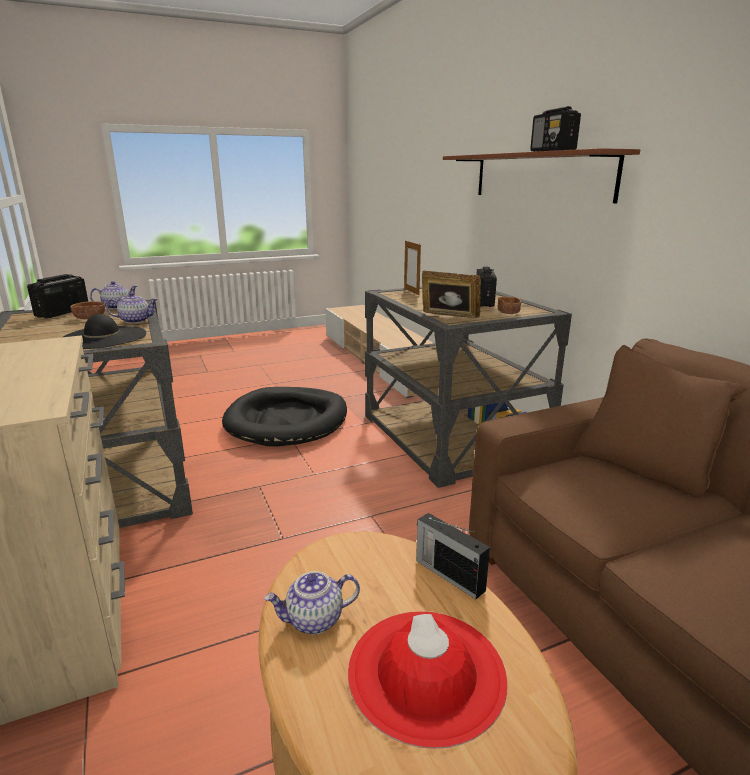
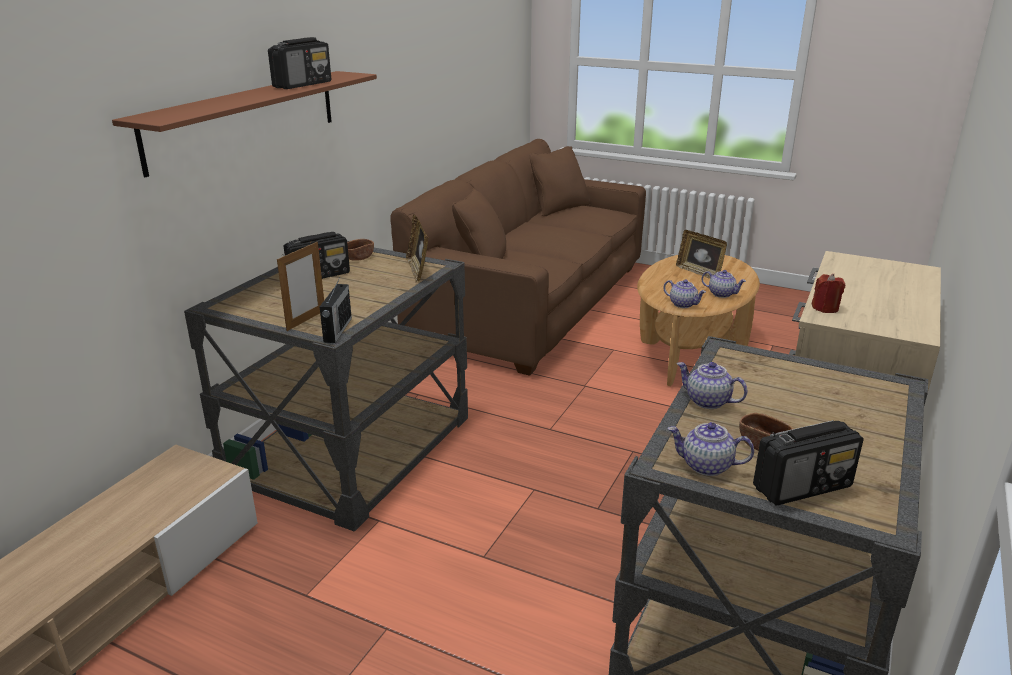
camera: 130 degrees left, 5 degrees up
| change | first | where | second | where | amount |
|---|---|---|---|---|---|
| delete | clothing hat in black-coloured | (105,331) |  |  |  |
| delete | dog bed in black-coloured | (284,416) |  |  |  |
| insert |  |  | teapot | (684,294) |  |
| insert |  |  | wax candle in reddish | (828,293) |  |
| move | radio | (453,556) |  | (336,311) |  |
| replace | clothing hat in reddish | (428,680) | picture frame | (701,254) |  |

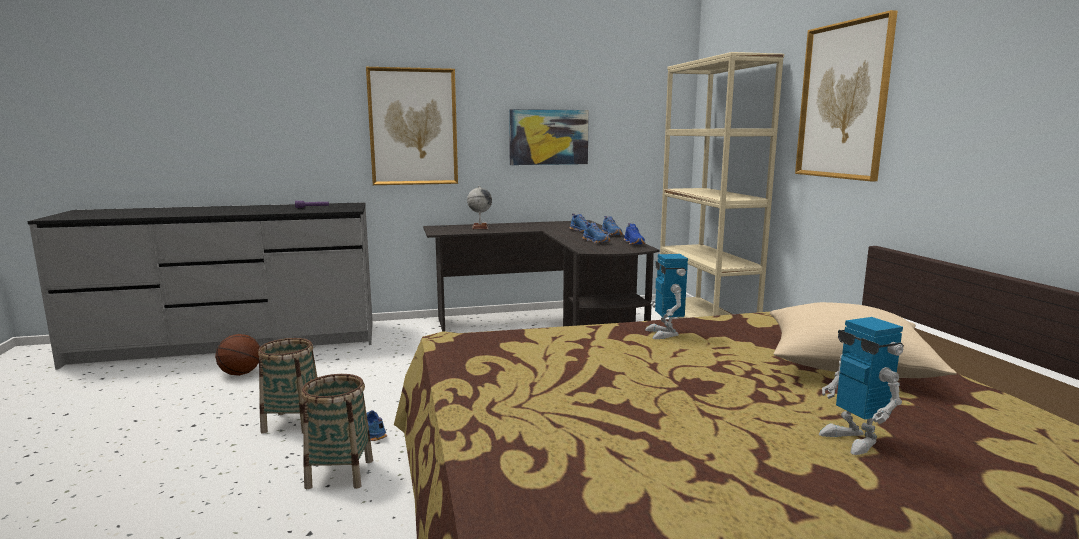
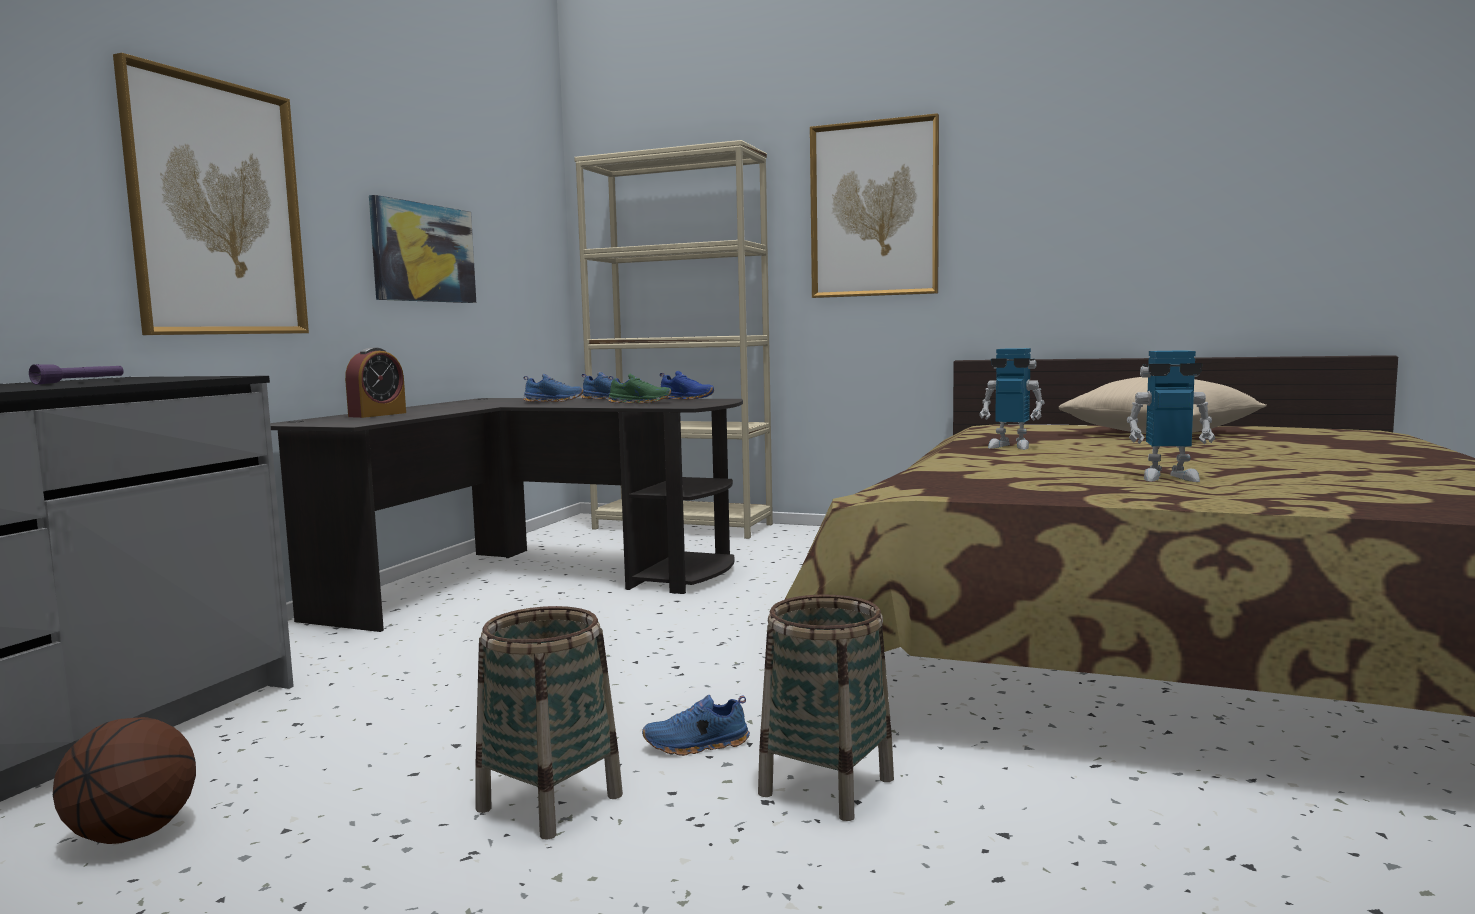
camera: 55 degrees left, 5 degrees down
| change | first | where | second | where | amount |
|---|---|---|---|---|---|
| move | toy robot | (861,386) |  | (1171,416) |  |
| replace | world globe | (479,207) | table clock | (375,382) |  |
| recolor | shoe in bluish | (596,232) | shoe in greenish | (639,388) |  |

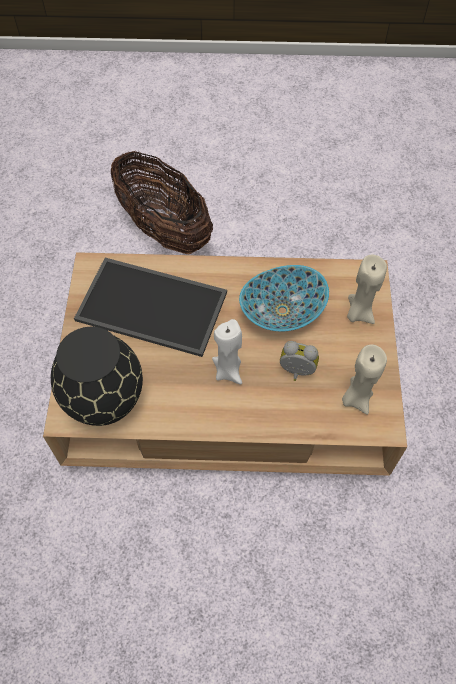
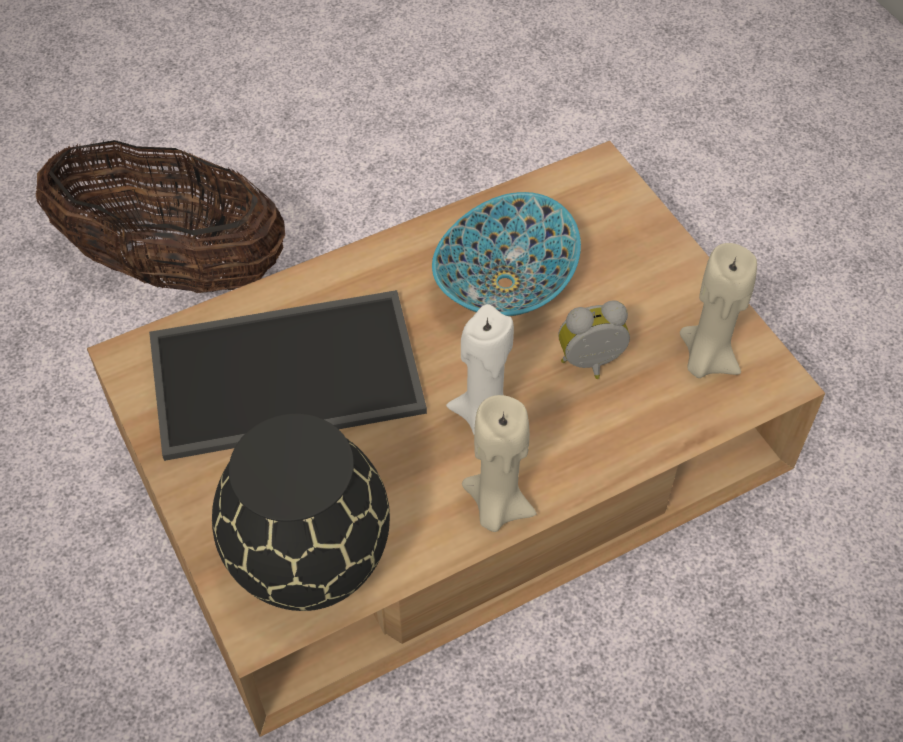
camera: 30 degrees left, 5 degrees down
| change | first | where | second | where | amount |
|---|---|---|---|---|---|
| move | wax candle in beige-coloured | (367,289) |  | (499,463) |  |

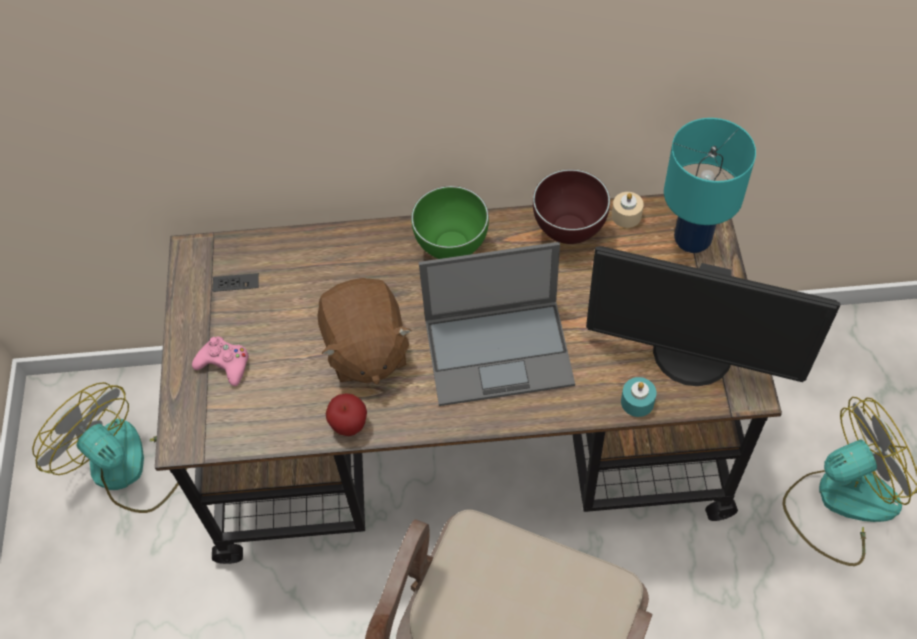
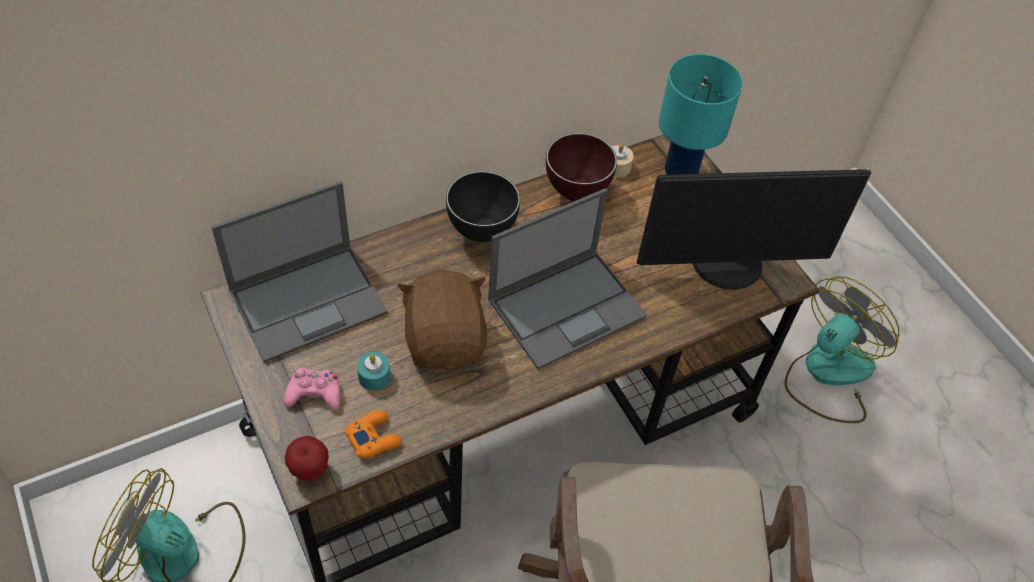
camera: 30 degrees left, 5 degrees down
| change | first | where | second | where | amount |
|---|---|---|---|---|---|
| insert |  |  | notebook computer | (299,272) |  |
| insert |  |  | game controller in orangey | (373,434) |  |
| move | apple | (346,414) |  | (307,458) |  |
| move | wax candle in blue-green | (639,397) |  | (374,371) |  |
| recolor | deep dish in greenish | (450,222) | deep dish in black-coloured | (483,206) |  |
| rotate | cuddly toy in brown-coloured | (364,331) |  | (442,320) | 150 degrees counterclockwise |

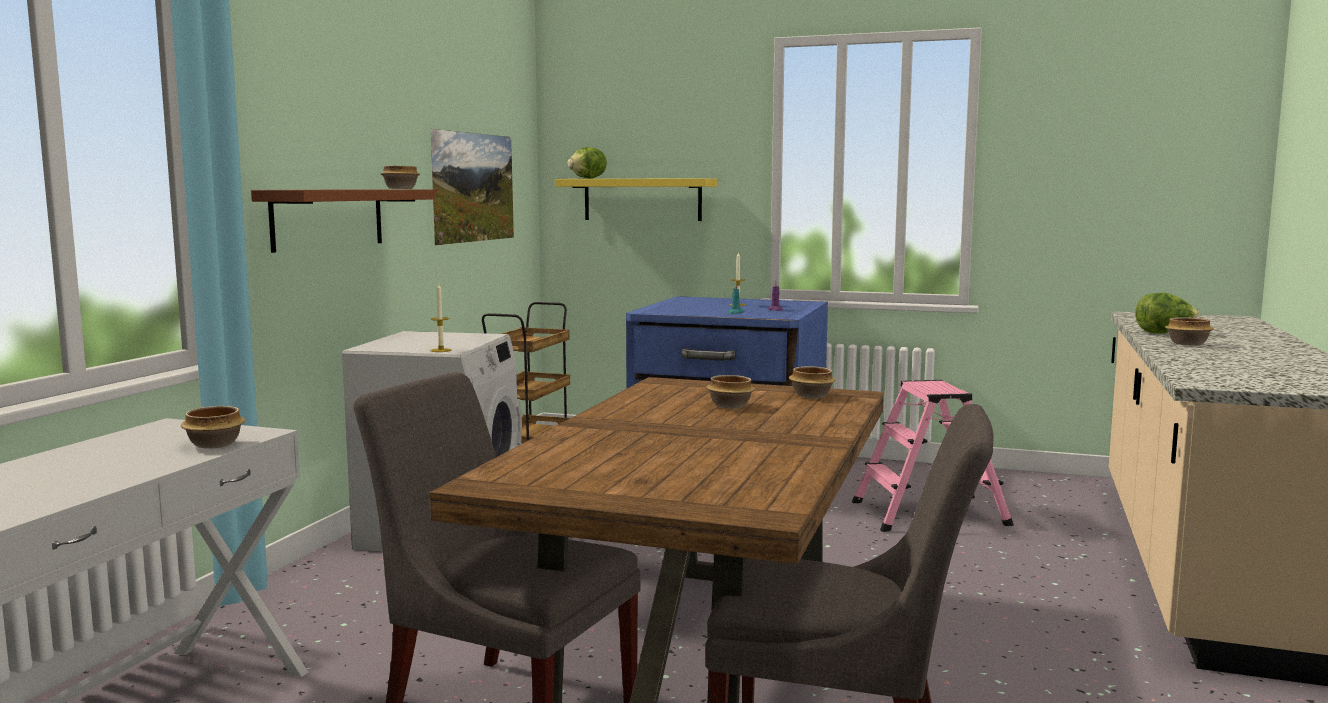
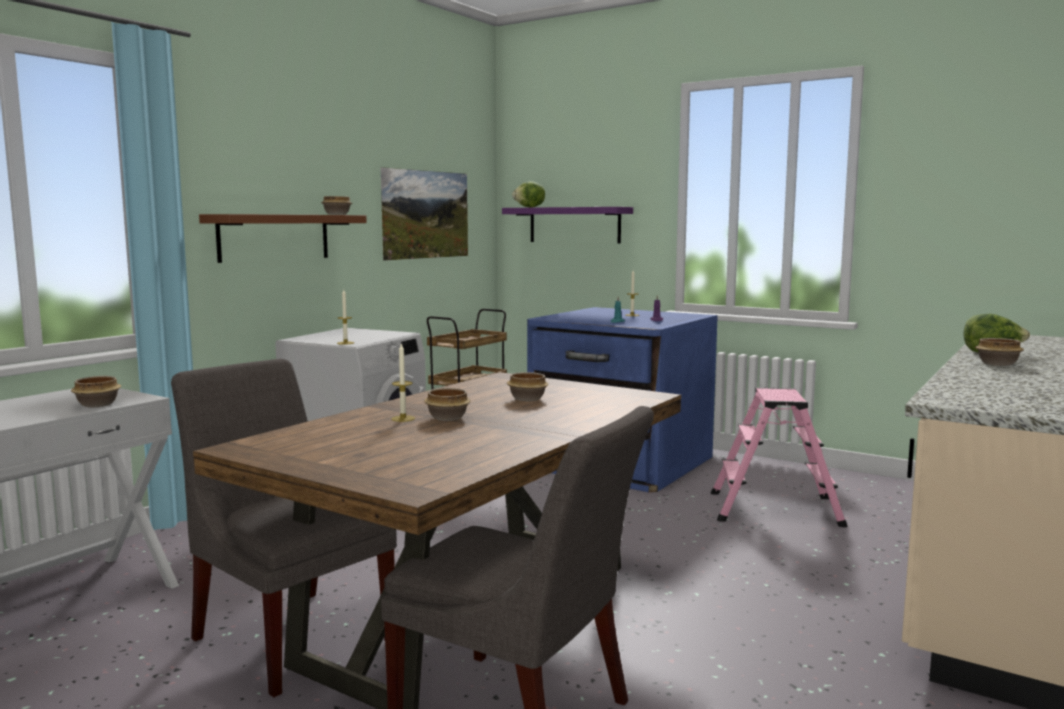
camera: 15 degrees right, 0 degrees up
| change | first | where | second | where | amount |
|---|---|---|---|---|---|
| insert |  |  | wax candle | (403,383) |  |
| move | deep dish | (812,382) |  | (447,404) |  |
| recolor | shelf in yellow-coloured | (636,199) | shelf in purple-coloured | (567,225) |  |

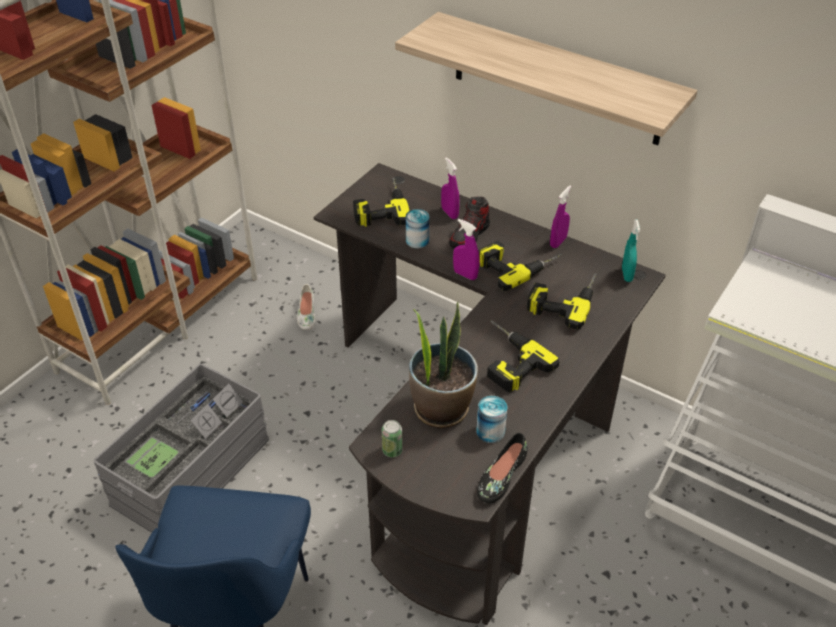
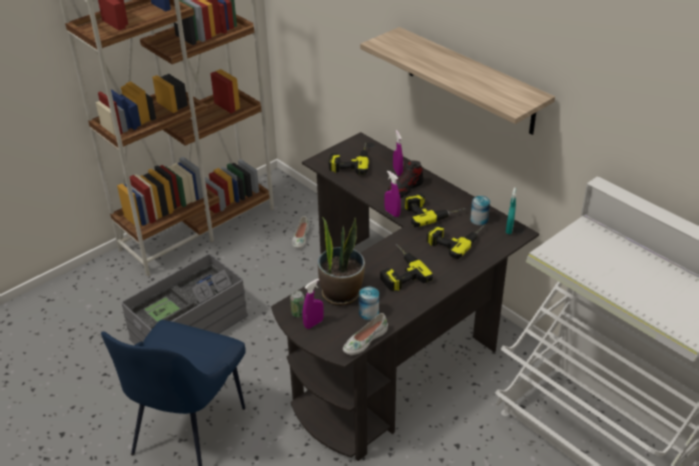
camera: 15 degrees right, 5 degrees down
| change | first | where | second | where | amount |
|---|---|---|---|---|---|
| move | metal can | (417,228) |  | (480,210) |  |
| move | spray bottle in purple-coloured | (560,217) |  | (313,303) |  |
| recolor | shoe in black-coloured | (502,468) | shoe in whitish | (365,334) |  |

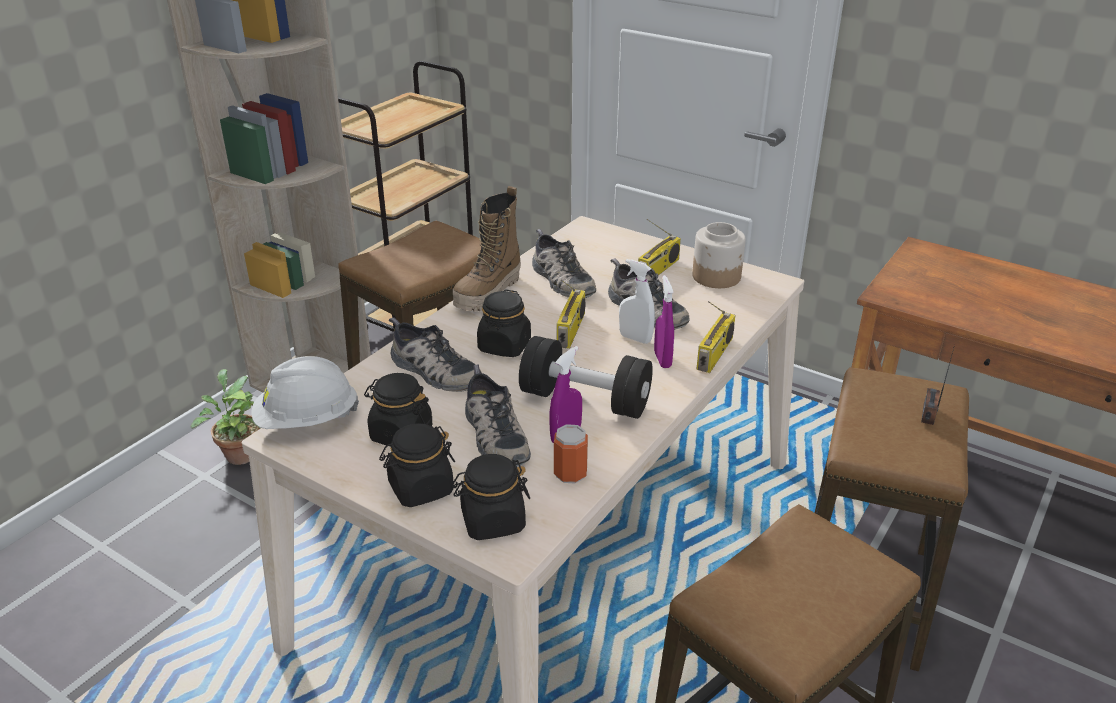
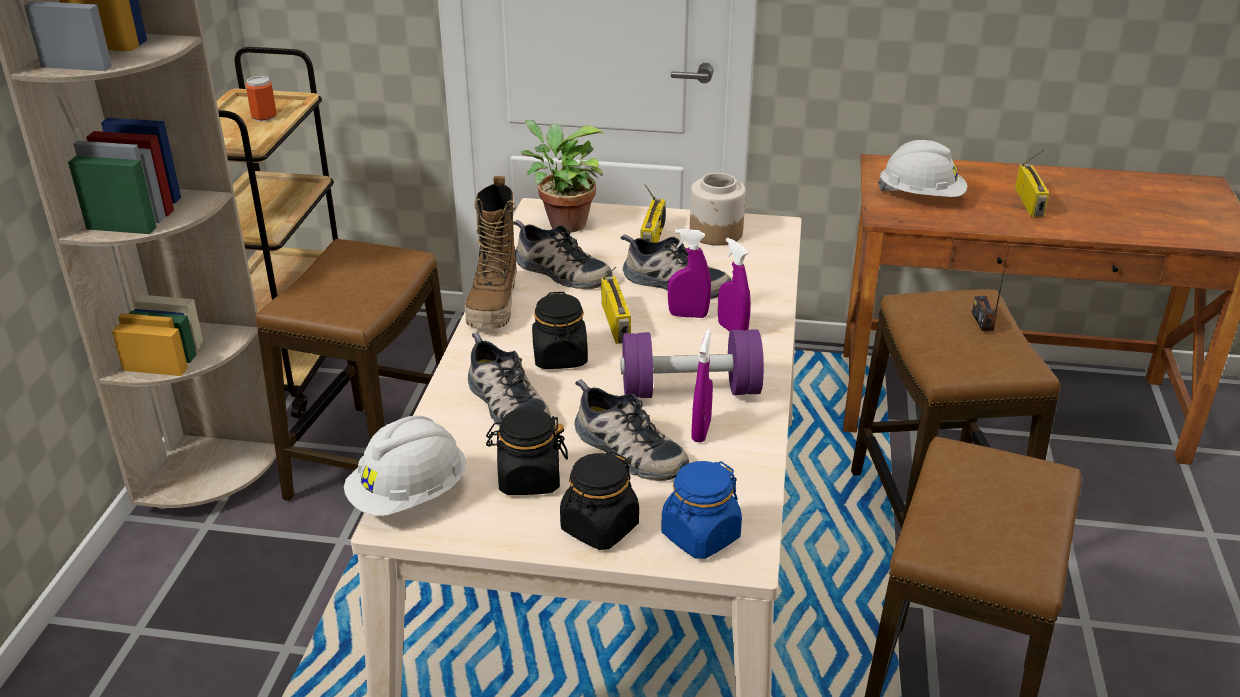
camera: 25 degrees left, 0 degrees up
| change | first | where | second | where | amount |
|---|---|---|---|---|---|
| insert |  |  | safety helmet in whitish | (922,168) |  |
| move | houseplant | (225,417) |  | (563,176) |  |
| move | metal can | (571,454) |  | (261,99) |  |
| move | radio | (715,337) |  | (1032,183) |  |
| recolor | storage jar in black-coloured | (490,497) | storage jar in bluish | (701,510) |  |
| recolor | free weight in black-coloured | (586,377) | free weight in purple-coloured | (692,363) |  |
| recolor | spray bottle in whitish | (637,301) | spray bottle in purple-coloured | (689,273) |  |
| rotate | shoe | (435,354) |  | (510,379) | 45 degrees clockwise |

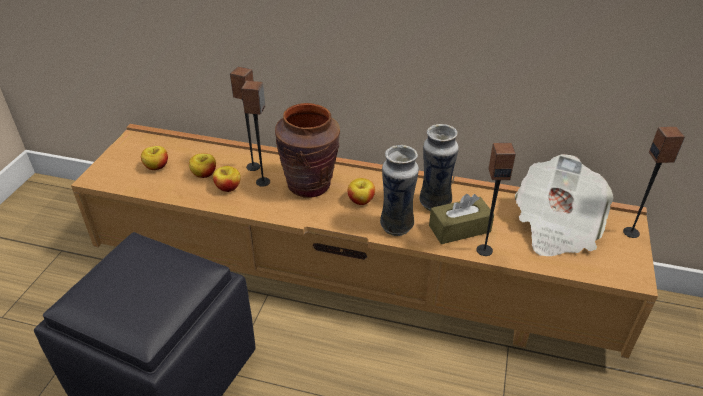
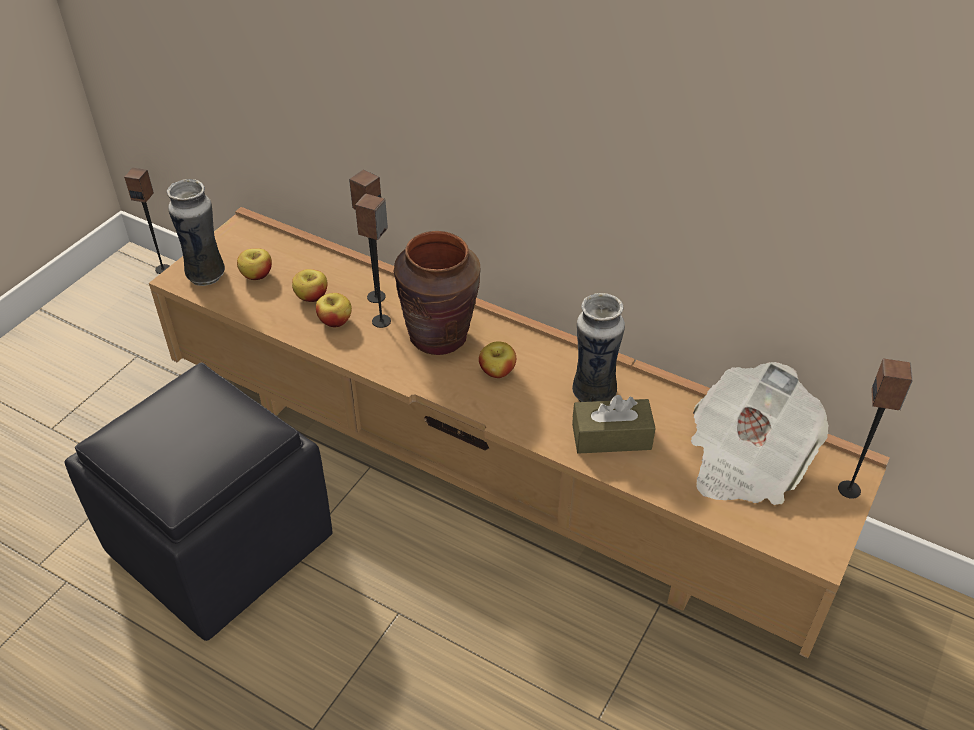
camera: 15 degrees right, 5 degrees up
| change | first | where | second | where | amount |
|---|---|---|---|---|---|
| move | flower vase | (399,190) |  | (196,232) |  |
| move | speaker | (496,199) |  | (147,220) |  |

